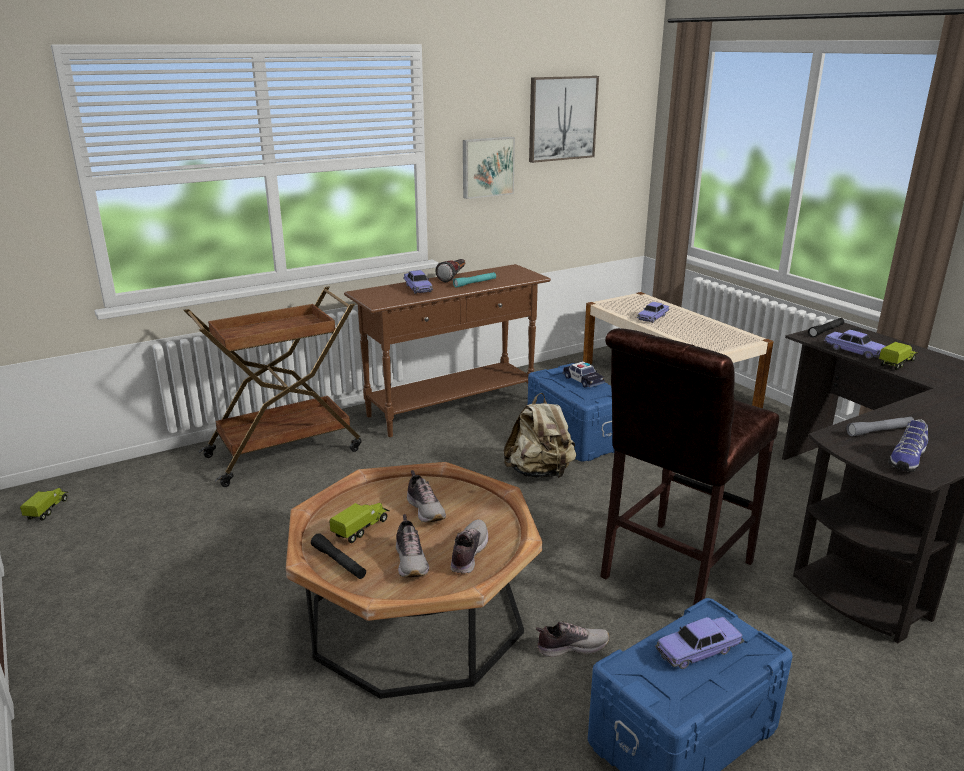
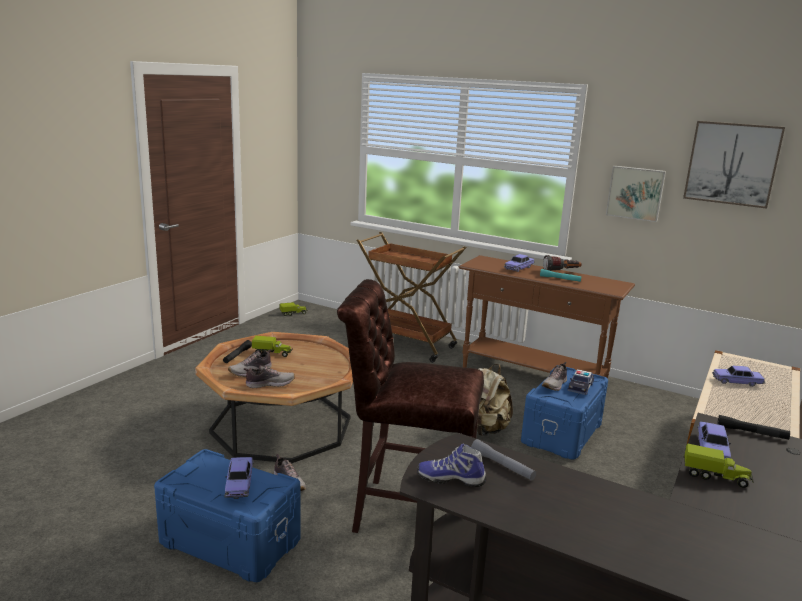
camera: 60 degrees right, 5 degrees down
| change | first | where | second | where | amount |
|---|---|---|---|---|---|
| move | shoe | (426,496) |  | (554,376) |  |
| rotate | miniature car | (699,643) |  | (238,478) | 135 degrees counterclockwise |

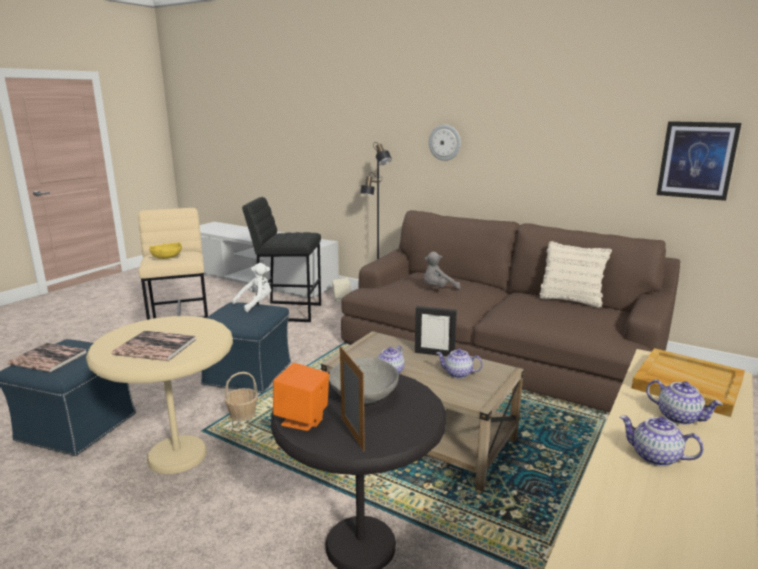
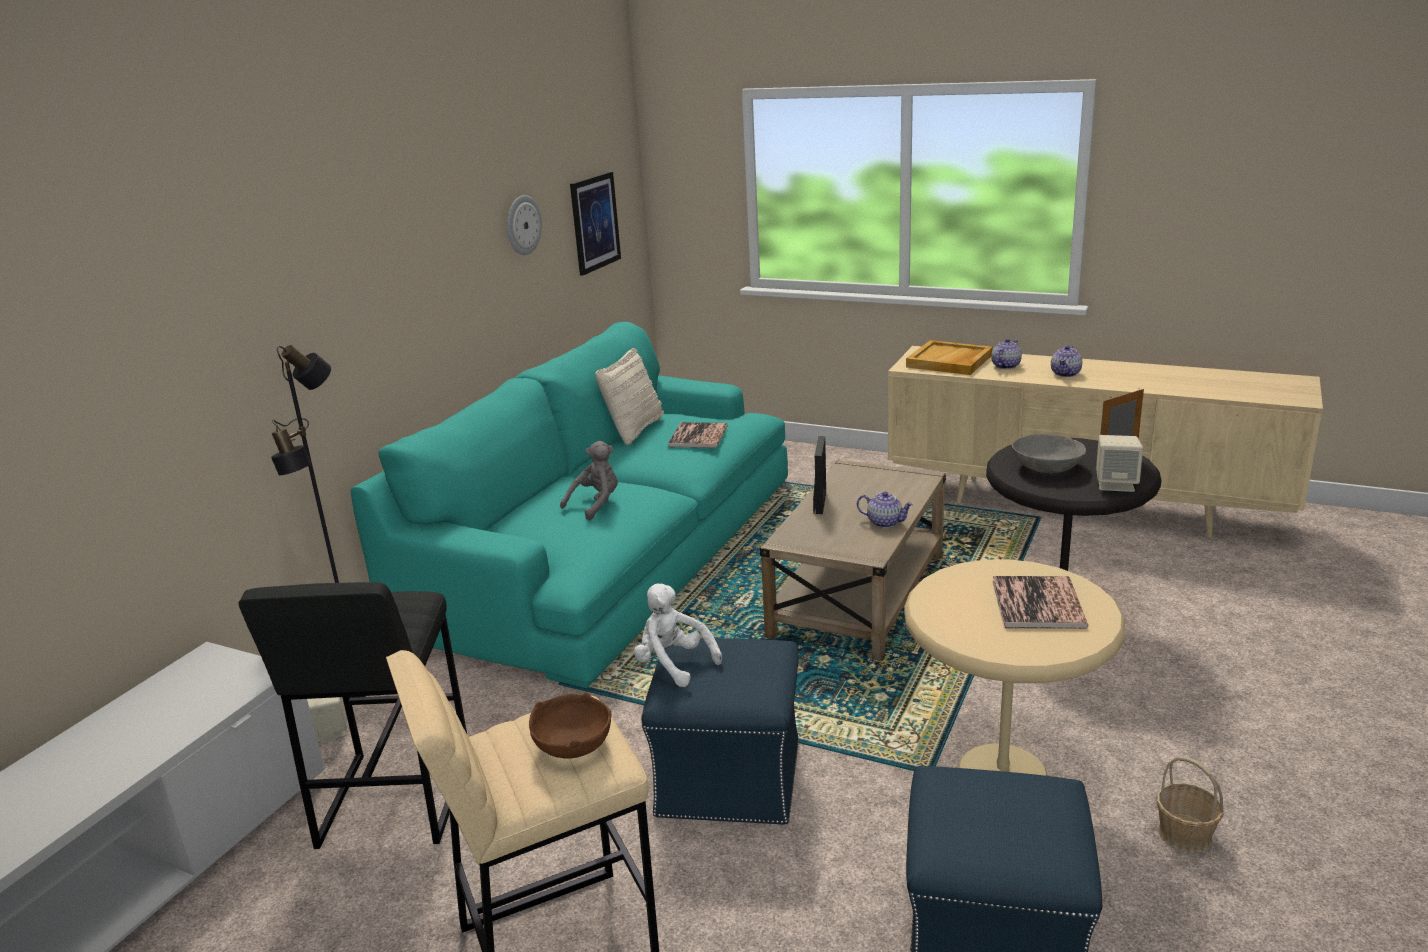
camera: 95 degrees left, 5 degrees up
| change | first | where | second | where | amount |
|---|---|---|---|---|---|
| delete | teapot | (459,363) |  |  |  |
| move | bound book | (47,357) |  | (698,435) |  |
| move | basket | (241,396) |  | (1190,804) |  |
| move | hanging clock | (445,143) |  | (524,225) |  |
| recolor | deep dish in yellow-coloured | (165,250) | deep dish in brown-coloured | (570,726) |  |
| recolor | speaker in orangey | (301,397) | speaker in beige-coloured | (1119,463) |  |
| recolor | sofa in brown-coloured | (510,311) | sofa in blue-green | (569,505) |  |
| rotate | cuddly toy in gray | (442,270) |  | (589,480) | 105 degrees counterclockwise |

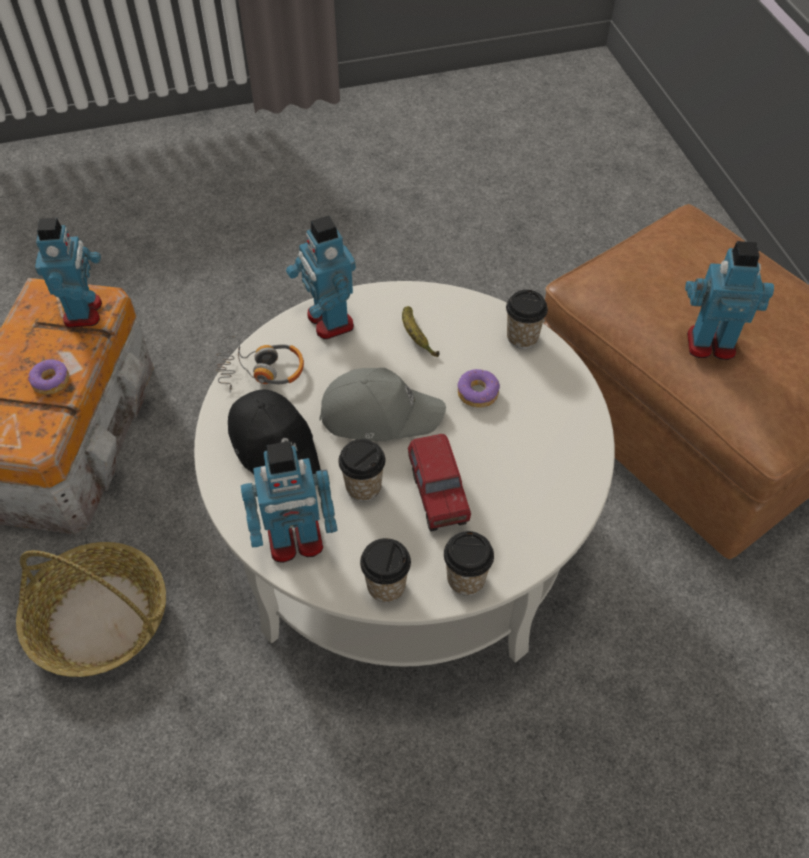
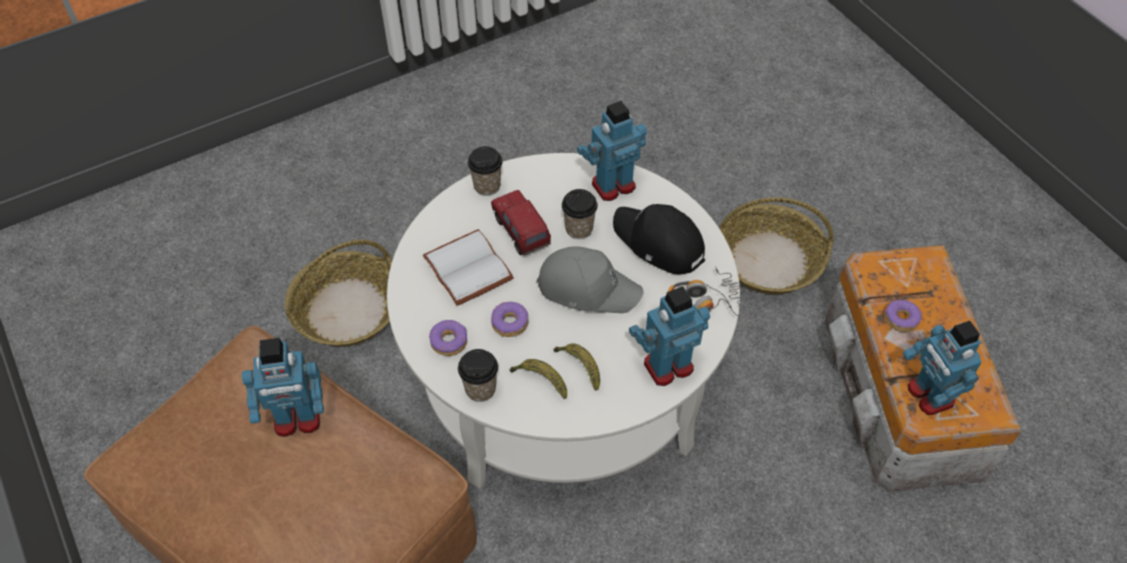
camera: 165 degrees right, 0 degrees up
| change | first | where | second | where | amount |
|---|---|---|---|---|---|
| delete | drinking cup | (385,570) |  |  |  |
| insert |  |  | basket | (338,293) |  |
| insert |  |  | bound book in whitish | (468,267) |  |
| insert |  |  | donut | (448,338) |  |
| insert |  |  | banana fruit | (538,379) |  |
| rotate | toy robot | (321,277) |  | (669,336) | 75 degrees counterclockwise |
| rotate | baseball cap in gray | (382,404) |  | (590,279) | 150 degrees counterclockwise |

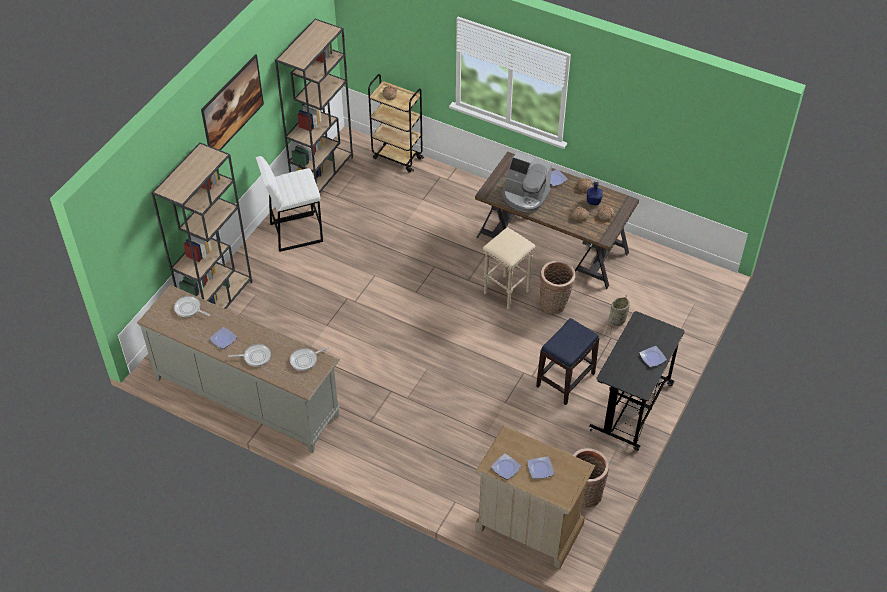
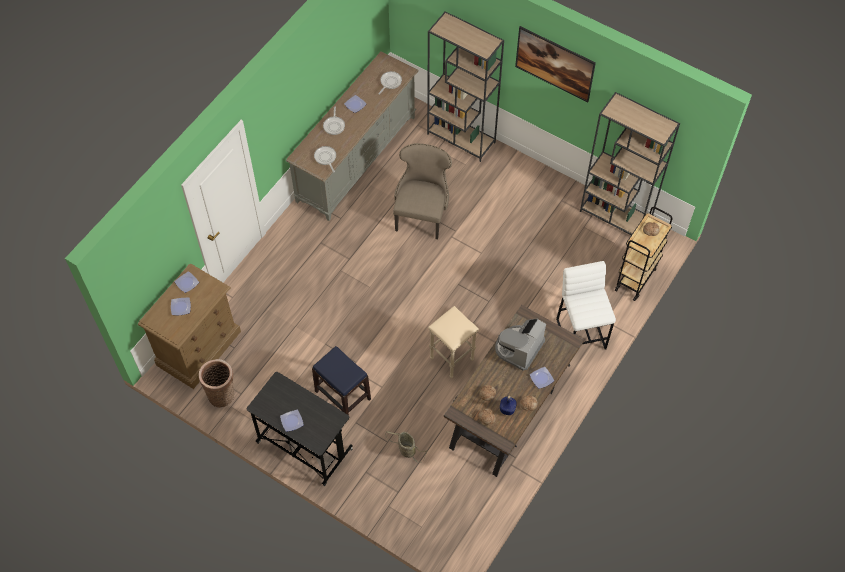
camera: 95 degrees right, 10 degrees up
| change | first | where | second | where | amount |
|---|---|---|---|---|---|
| delete | basket | (557,287) |  |  |  |
| insert |  |  | plain chair in beige-coloured | (422,191) |  |
| move | stool seat in whitish | (289,204) |  | (586,305) |  |

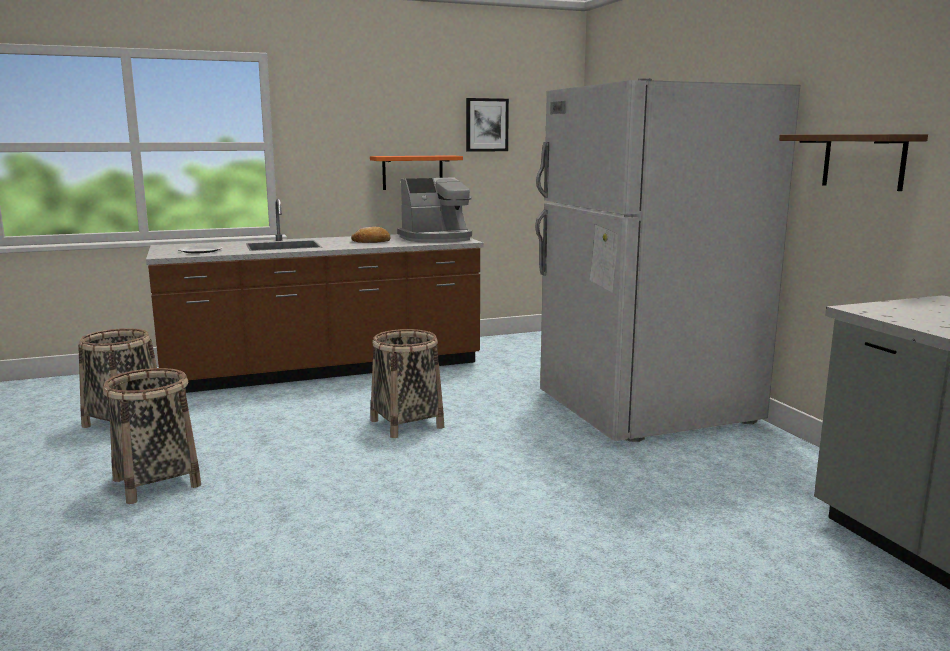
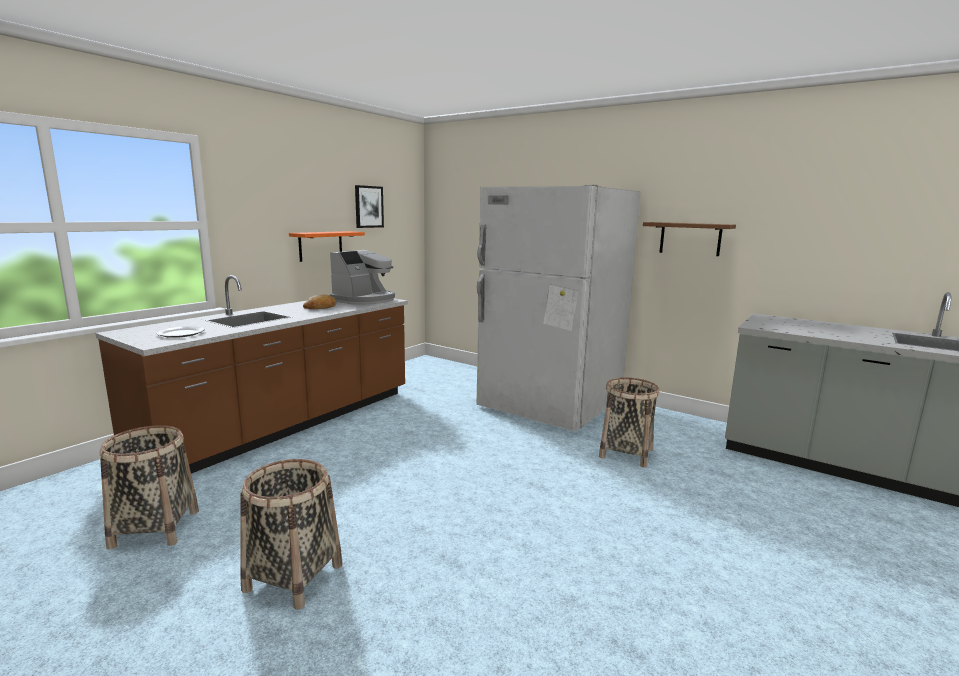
camera: 35 degrees left, 0 degrees up
| change | first | where | second | where | amount |
|---|---|---|---|---|---|
| move | basket | (407,383) |  | (629,422) |  |

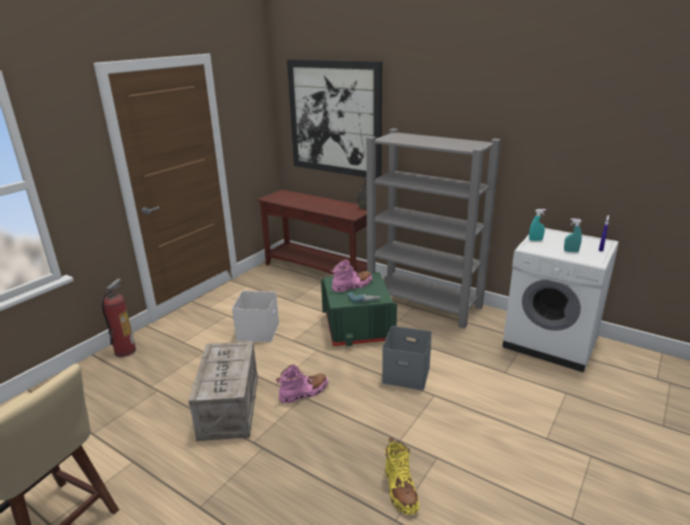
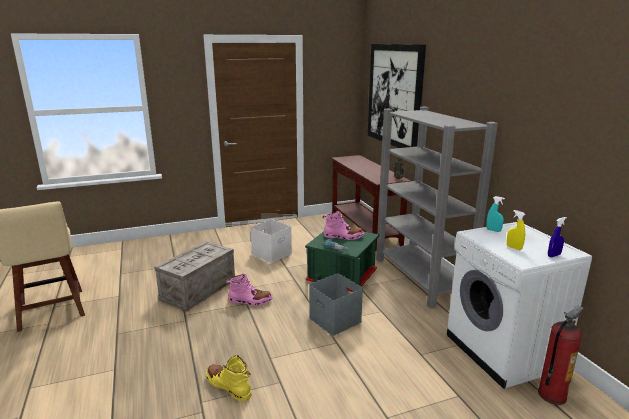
camera: 35 degrees right, 5 degrees down
| change | first | where | second | where | amount |
|---|---|---|---|---|---|
| move | extinguisher | (118,318) |  | (561,355) |  |
| recolor | spray bottle in blue-green | (573,235) | spray bottle in yellow-coloured | (516,230) |  |
| rotate | tall boot in yellow-coloured | (402,476) |  | (229,378) | 105 degrees clockwise |

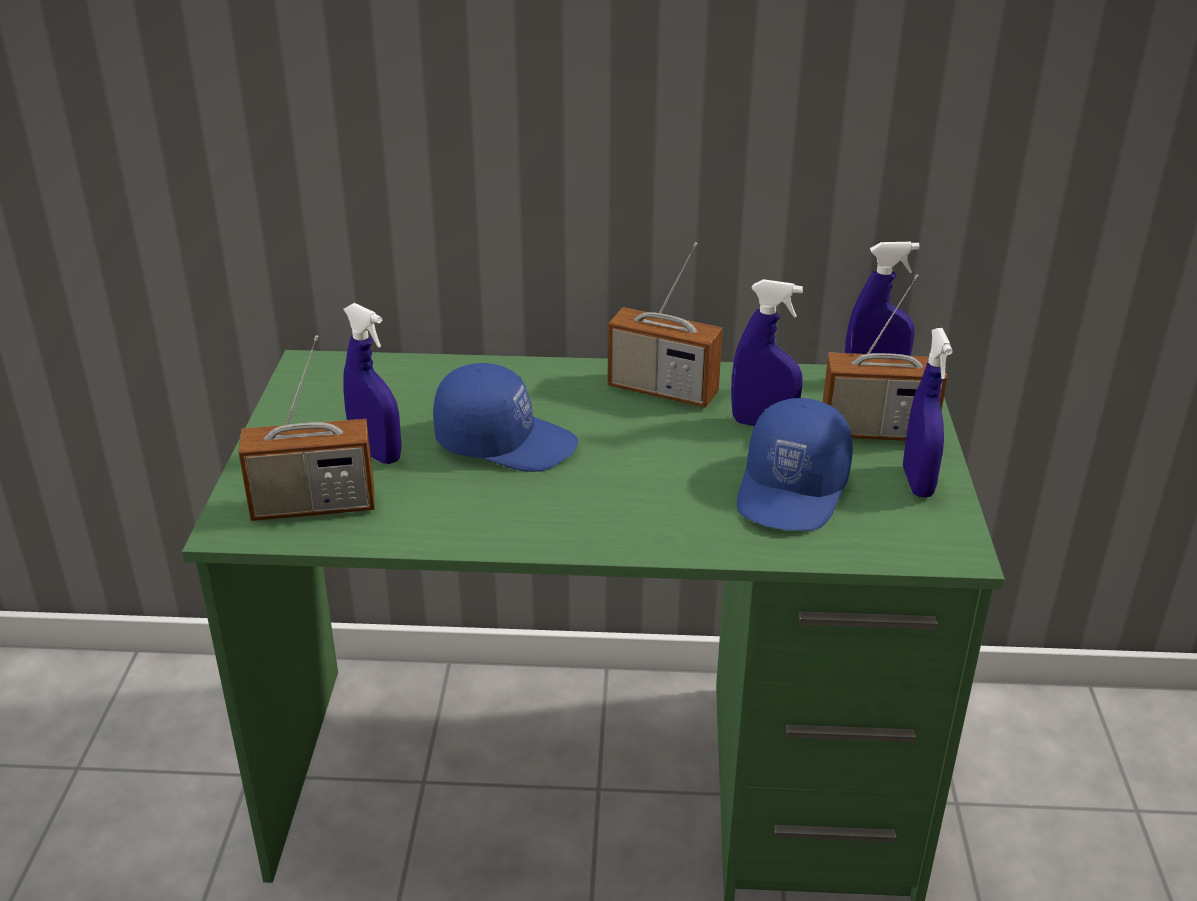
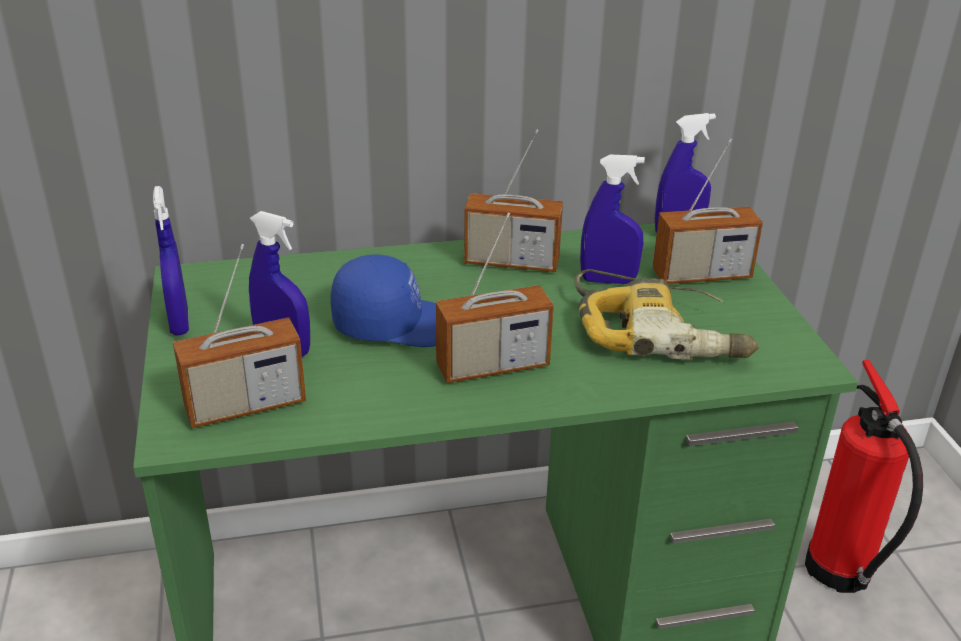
camera: 15 degrees left, 0 degrees up
| change | first | where | second | where | amount |
|---|---|---|---|---|---|
| insert |  |  | radio | (495,298) |  |
| insert |  |  | extinguisher | (864,476) |  |
| move | spray bottle in bluish | (928,412) |  | (171,260) |  |
| replace | baseball cap in bluish | (795,464) | drill | (667,314) |  |

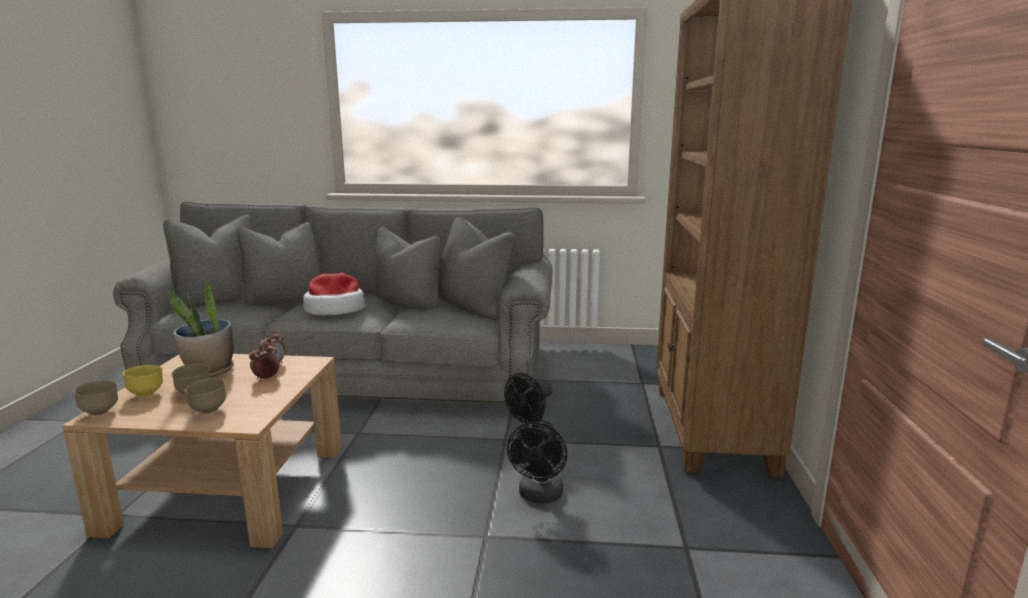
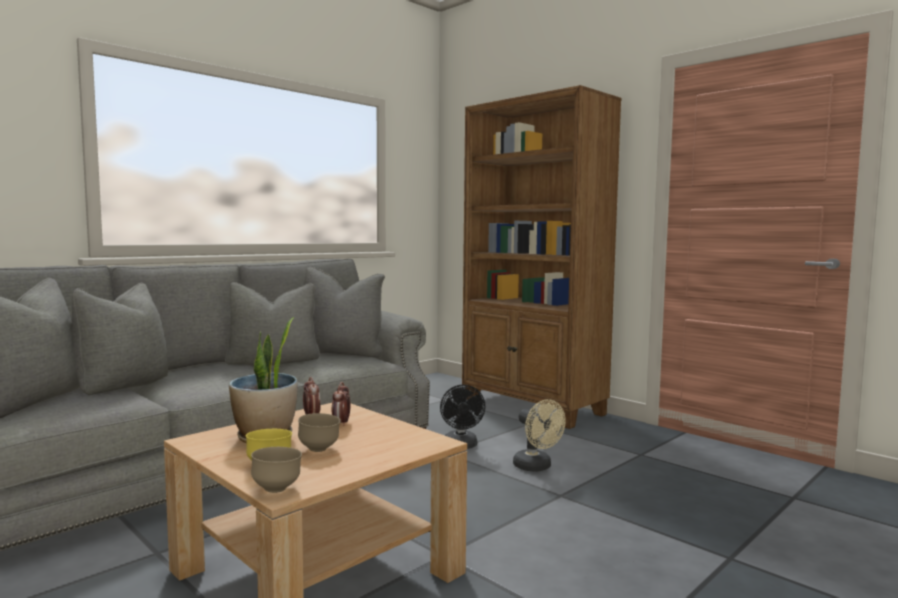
camera: 50 degrees left, 10 degrees down
| change | first | where | second | where | amount |
|---|---|---|---|---|---|
| delete | deep dish in brown-coloured | (205,396) |  |  |  |
| delete | clothing hat | (334,294) |  |  |  |
| recolor | cooling fan in black-coloured | (537,462) | cooling fan in beige-coloured | (539,435) |  |

